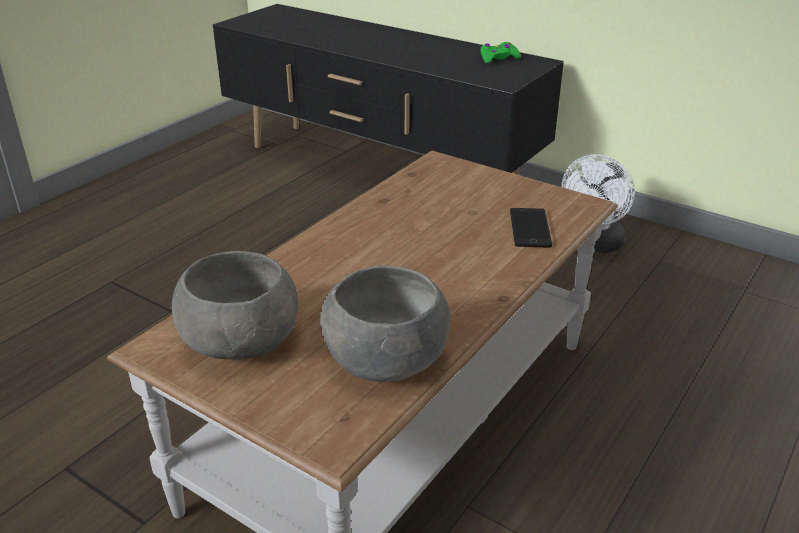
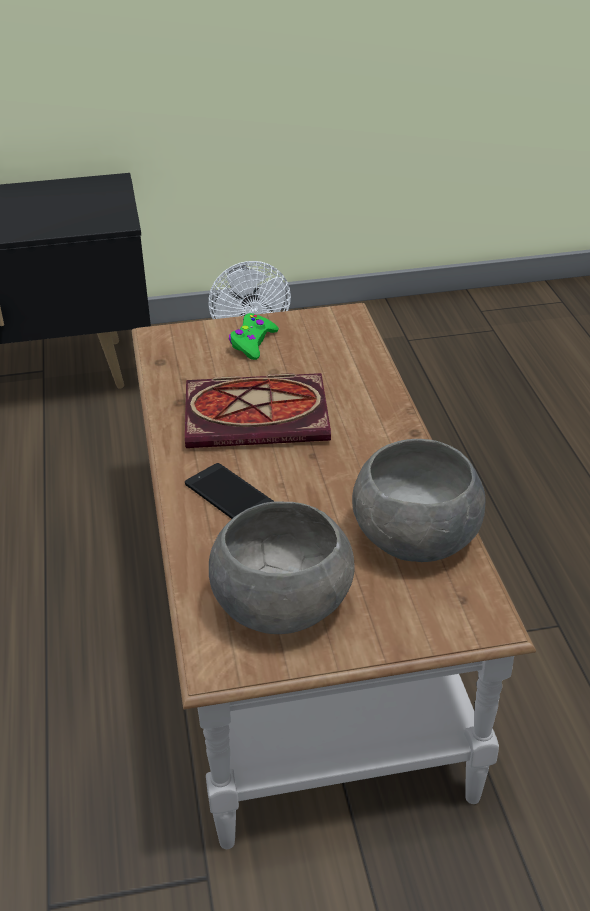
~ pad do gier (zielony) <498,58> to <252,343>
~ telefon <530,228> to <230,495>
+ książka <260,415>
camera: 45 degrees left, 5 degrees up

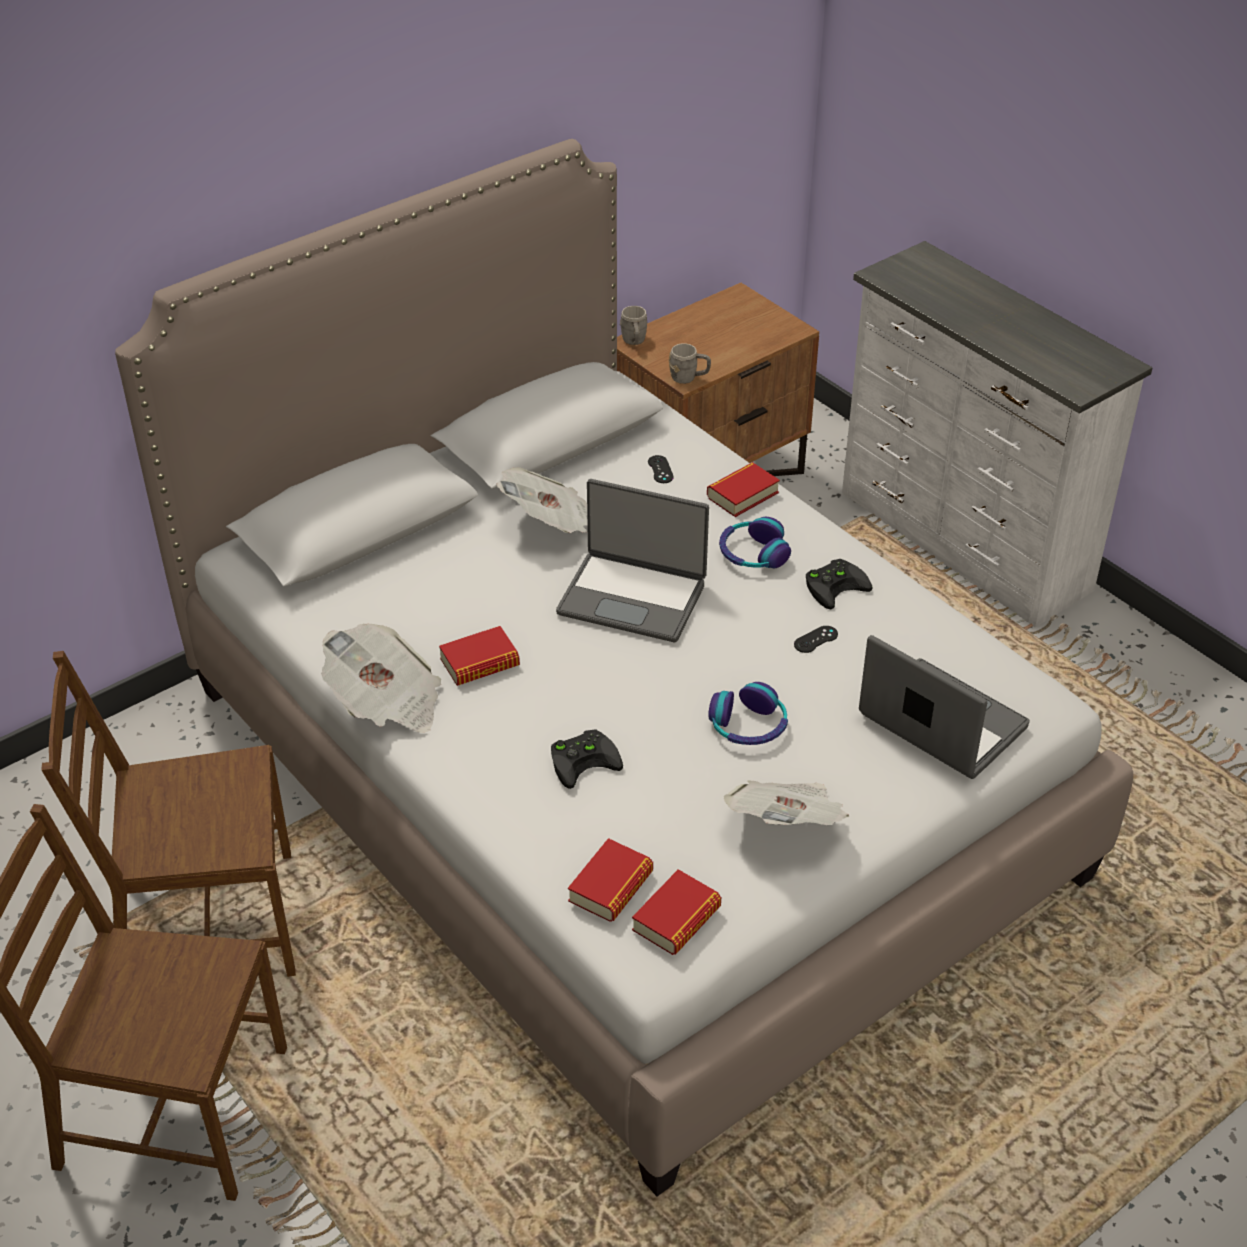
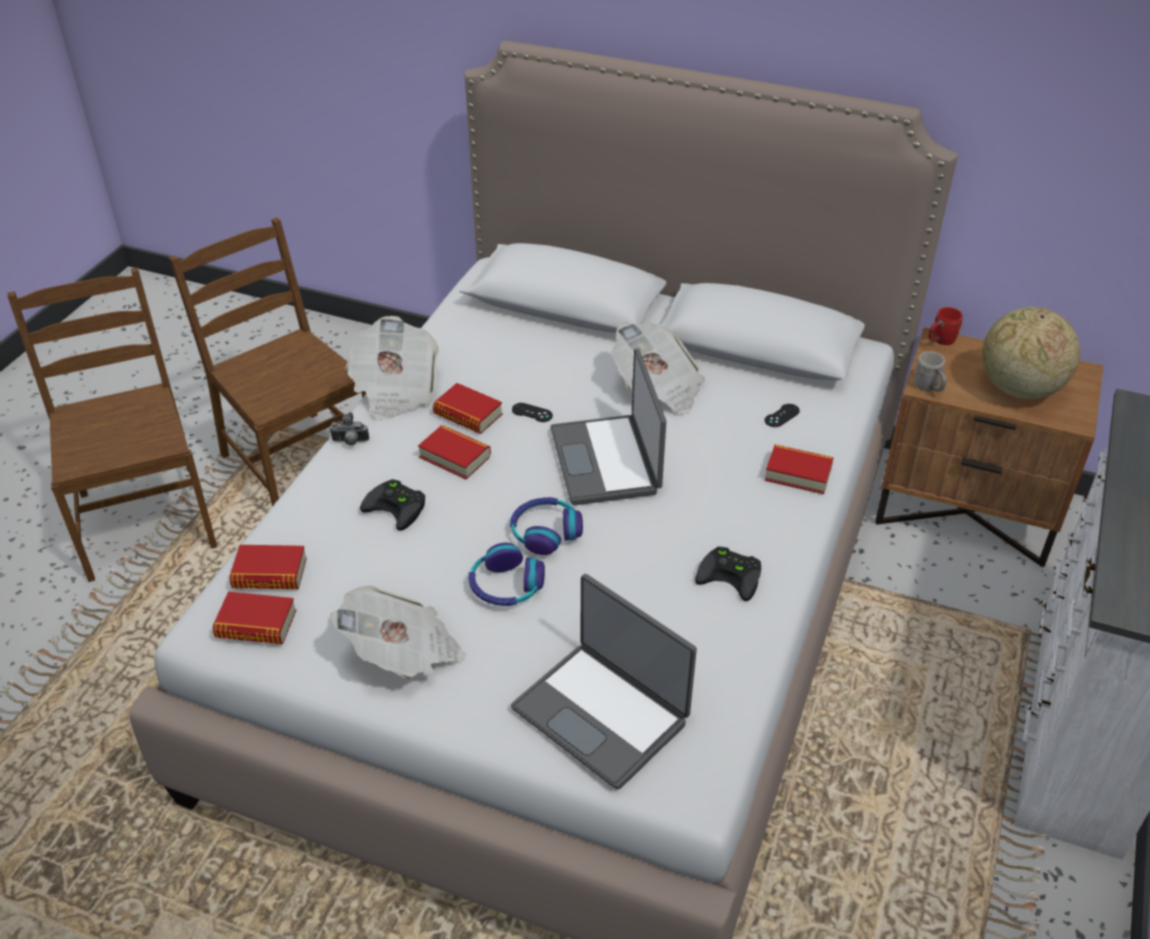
~ kubek (szary) <634,342> to kubek (czerwony) <940,341>
~ słuchawki <753,554> to <545,532>
~ pad do gier (czarny) <816,639> to <532,412>
~ laptop <940,723> = <602,713> 120 degrees clockwise
+ aparat fotograficzny <350,442>
+ książka <455,457>
+ globus <1018,389>
camera: 60 degrees right, 0 degrees up

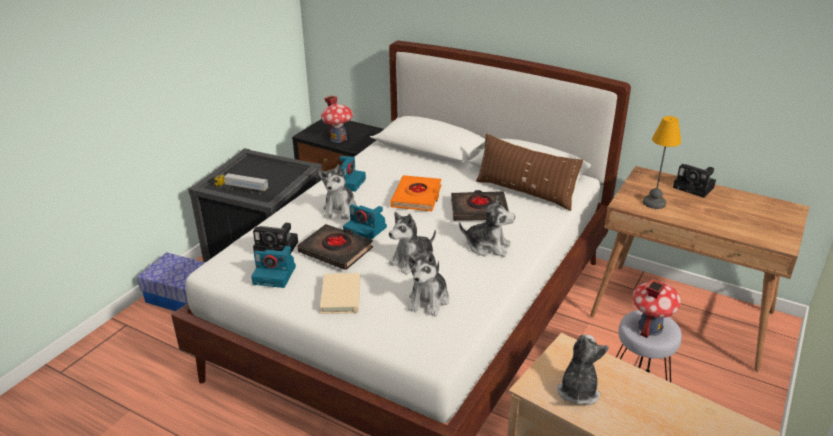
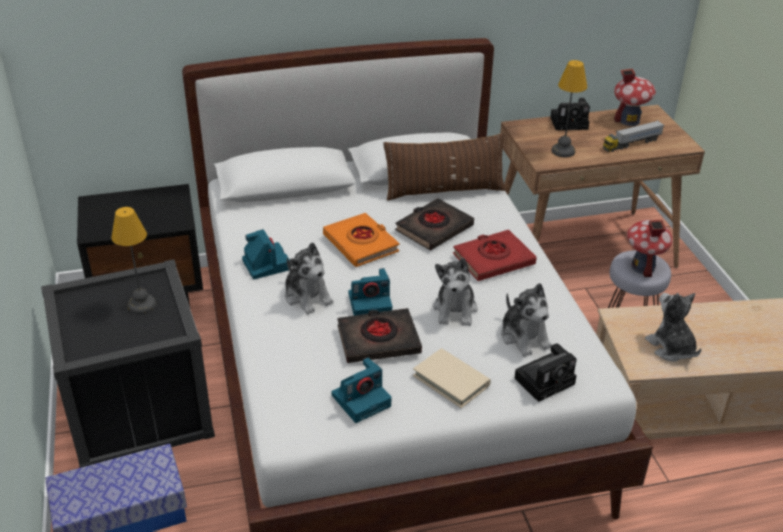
~ ciężarówka zabawkowa <242,190> to <631,144>
~ aparat fotograficzny <278,247> to <546,380>
~ domek <338,138> to <629,120>
~ pluszak <487,246> to książka (czerwony) <493,260>
+ lampa stołowa <142,306>
camera: 45 degrees left, 5 degrees up

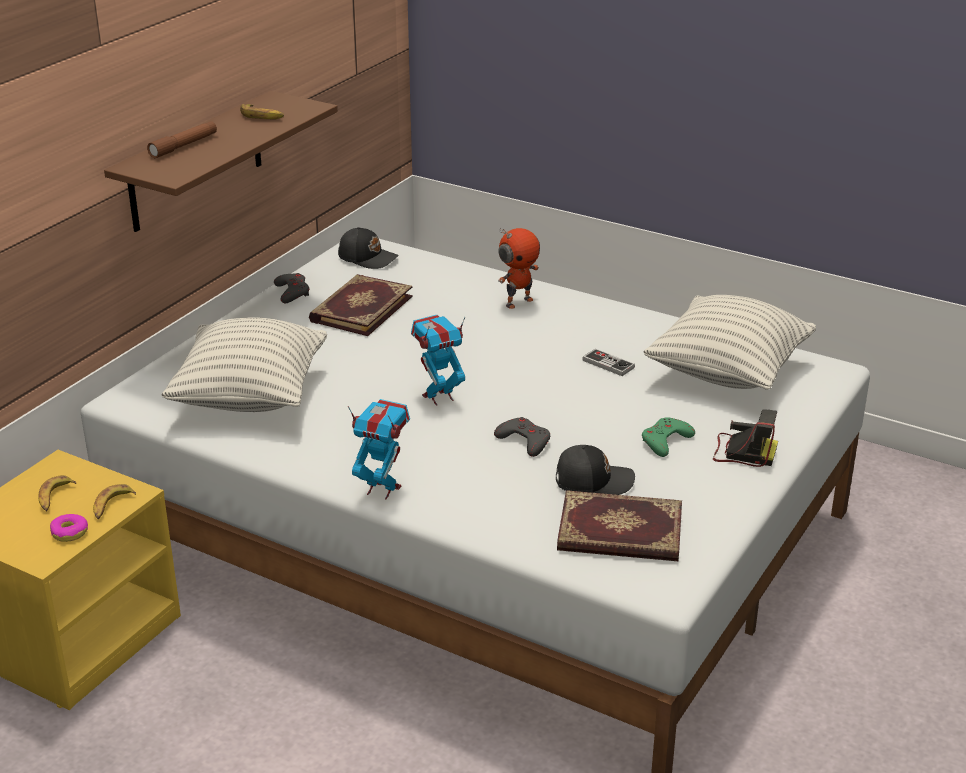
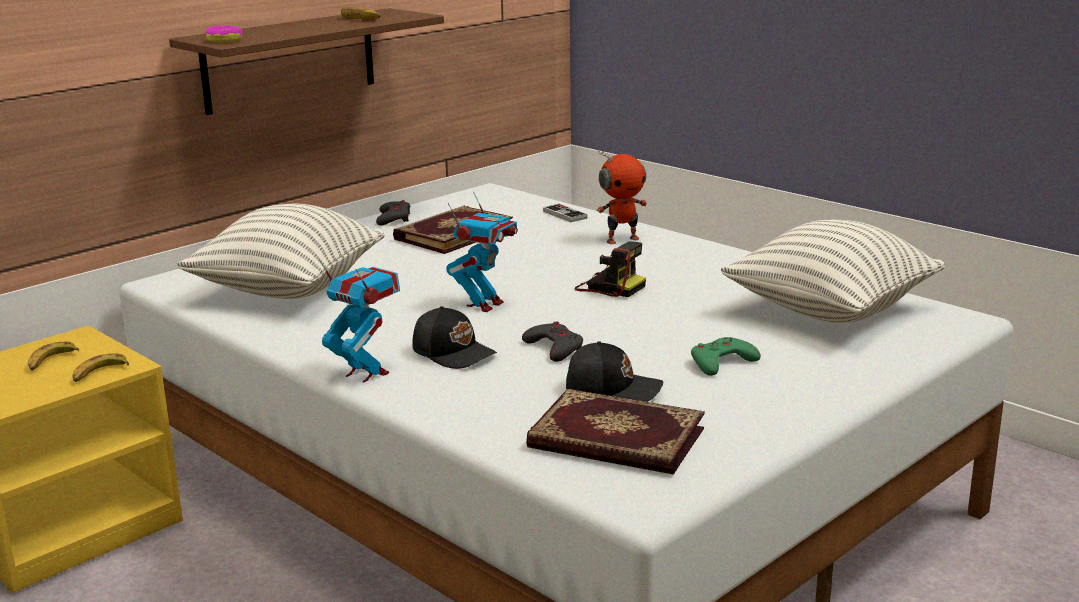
~ donut <69,532> to <224,40>
- latarka (brązowy) <184,146>
~ czapka z daszkiem (czarny) <368,258> to <454,353>
~ robot zabawkowy <439,397> = <484,305> 135 degrees clockwise
~ pad do gier <608,364> to <565,215>
~ aparat fotograficzny <742,452> to <609,287>
camera: 15 degrees right, 10 degrees down

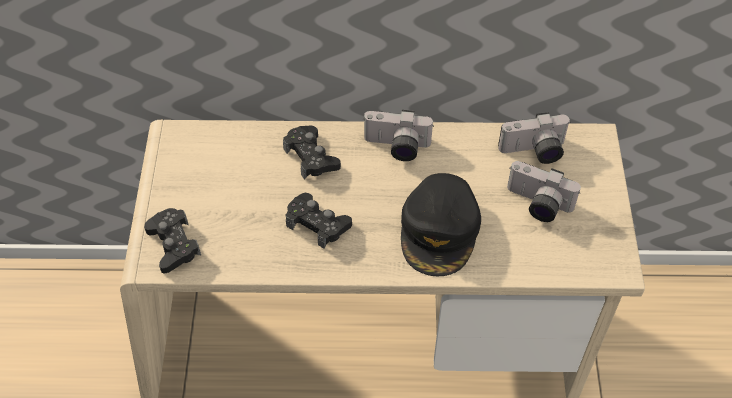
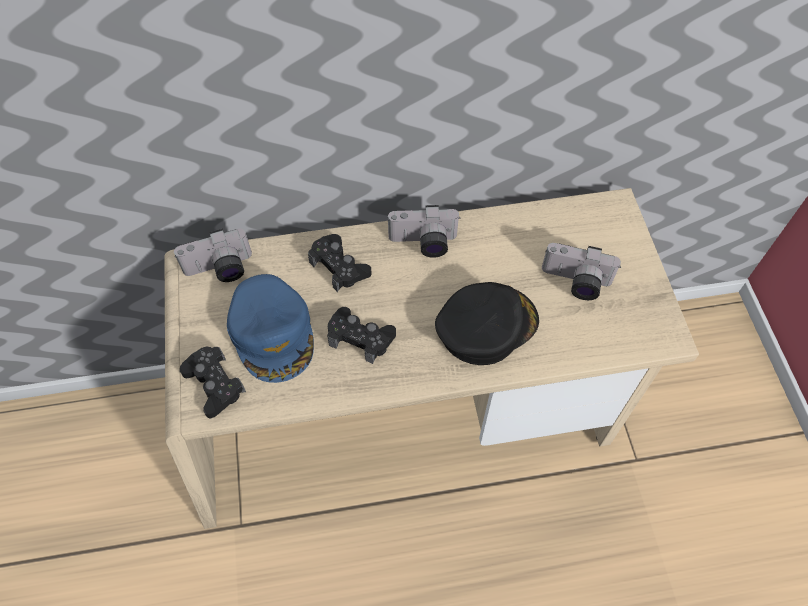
~ czapka z daszkiem (czarny) <440,230> = <485,325> 120 degrees counterclockwise
~ aparat fotograficzny <534,152> to <220,270>
+ czapka z daszkiem (niebieski) <273,332>
camera: 10 degrees left, 5 degrees up

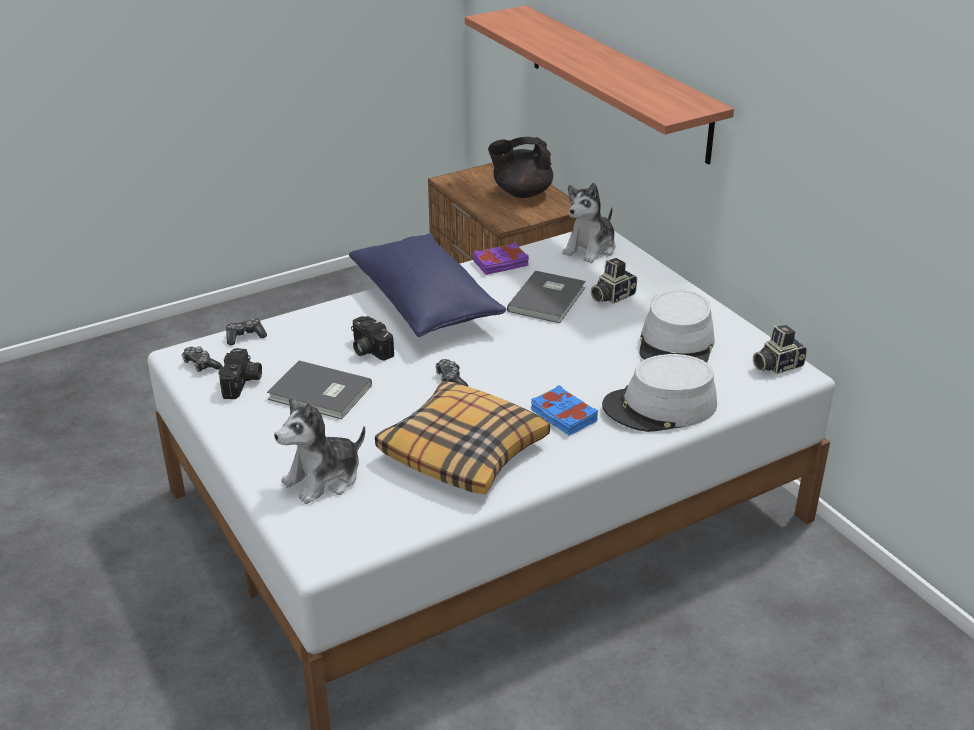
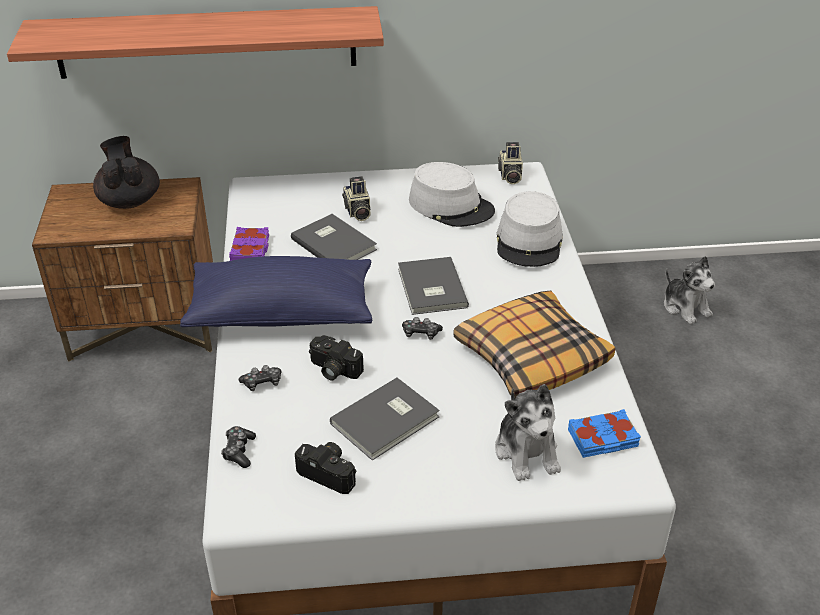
~ pad do gier <201,365> to <262,383>
~ aparat fotograficzny <368,349> = <333,370> 45 degrees clockwise
~ imbryk (czarny) <521,193> = <129,200> 150 degrees clockwise
~ książka (niebieski) <563,416> to <603,439>
~ pluszak <590,249> to <685,307>
+ książka (szary) <430,289>
camera: 65 degrees left, 5 degrees up

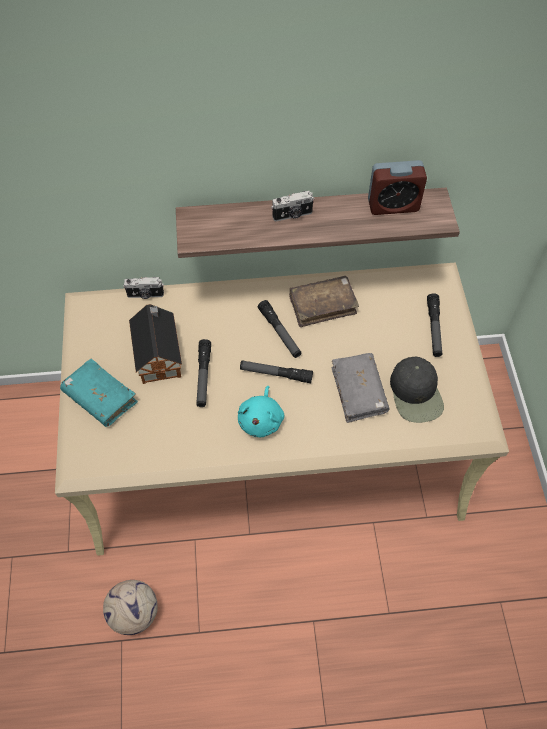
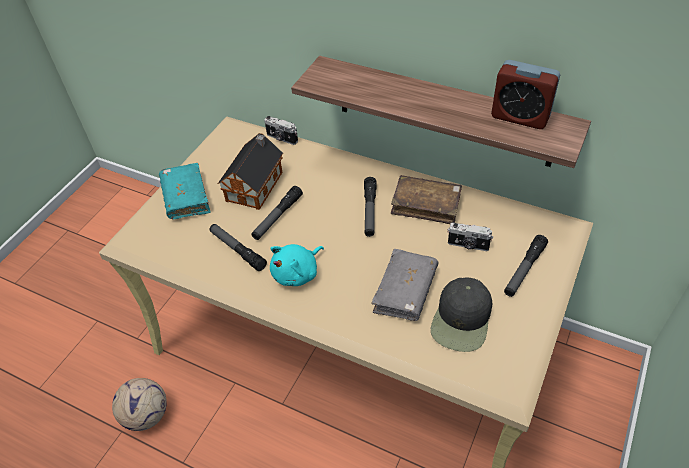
~ latarka <276,374> to <237,250>
~ aparat fotograficzny <292,215> to <468,245>
camera: 35 degrees right, 10 degrees down

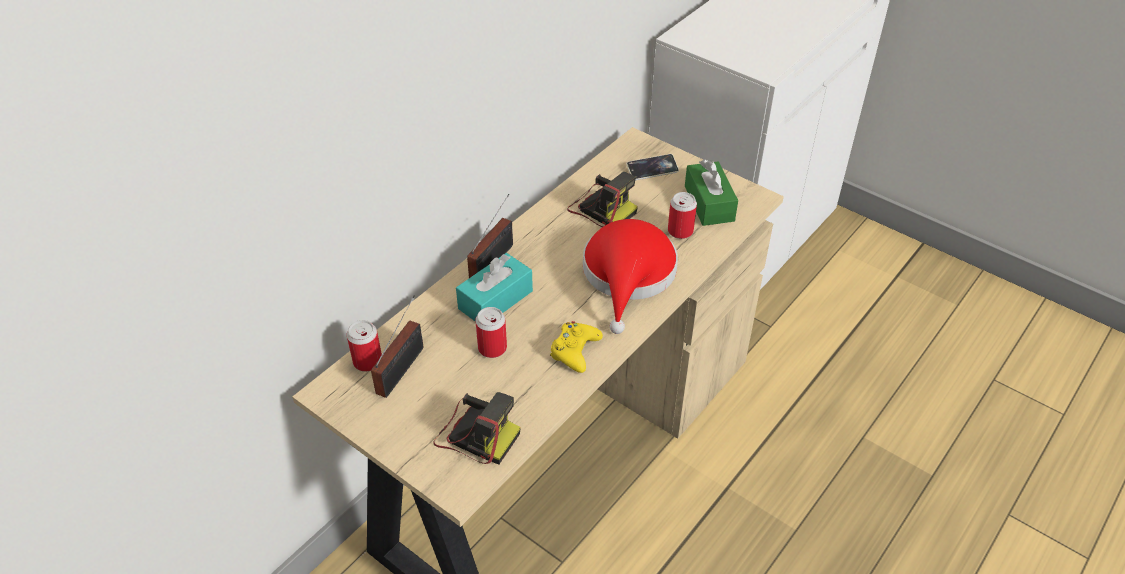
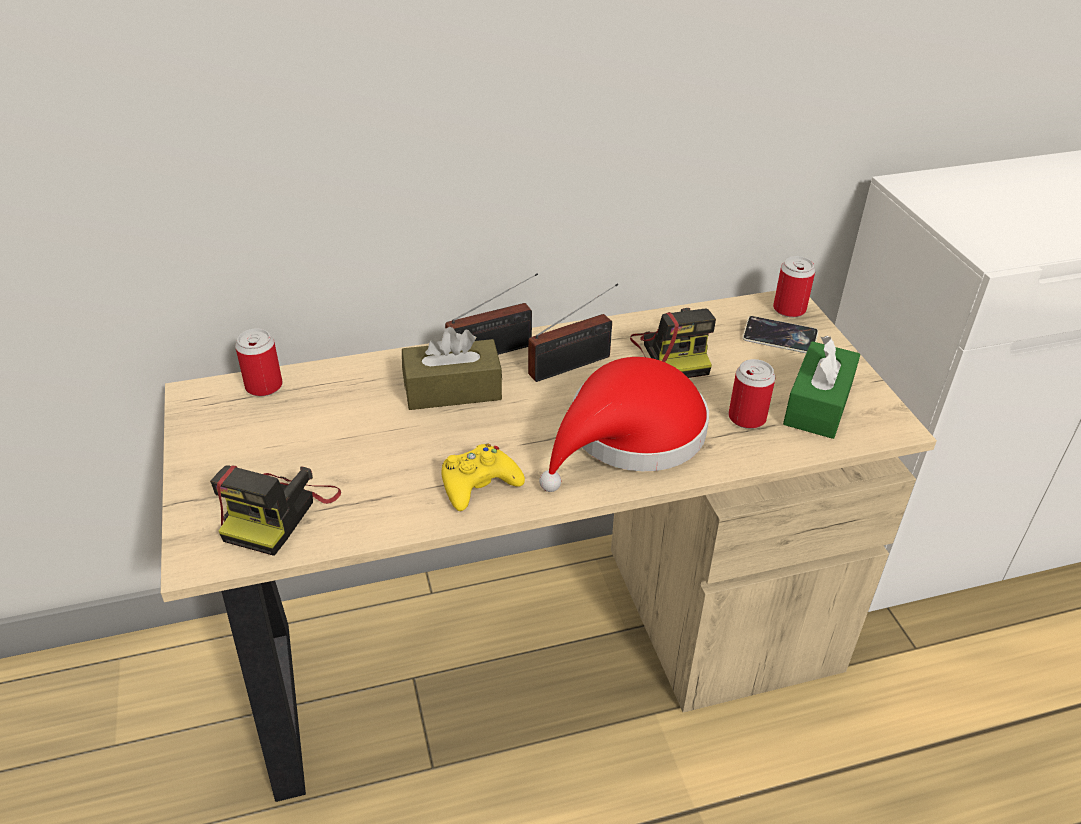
~ radio <403,368> to <574,364>
~ aparat fotograficzny <476,434> = <279,512> 45 degrees clockwise
~ pudełko chusteczek (turkusowy) <495,300> to pudełko chusteczek (brązowy) <452,390>
~ puszka <492,348> to <789,309>
camera: 35 degrees right, 5 degrees down

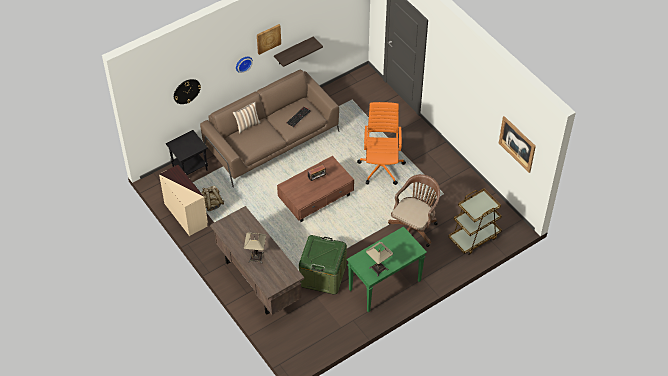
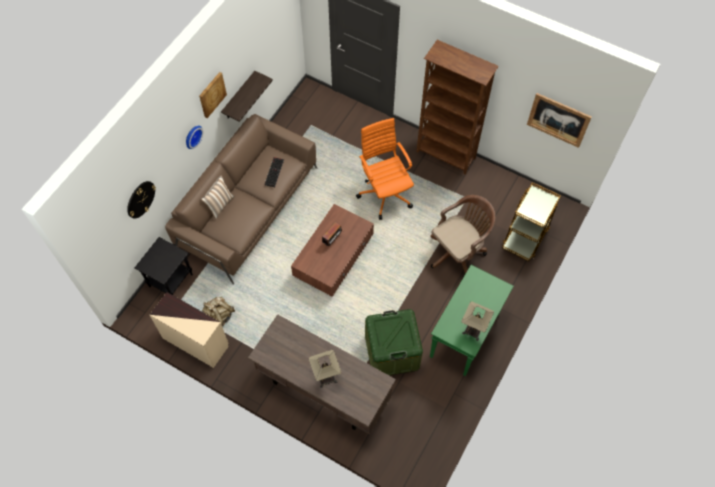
~ krzesło biurowe (brązowy) <414,228> = <458,251> 45 degrees clockwise
+ regał (brązowy) <446,155>
camera: 25 degrees left, 10 degrees up

